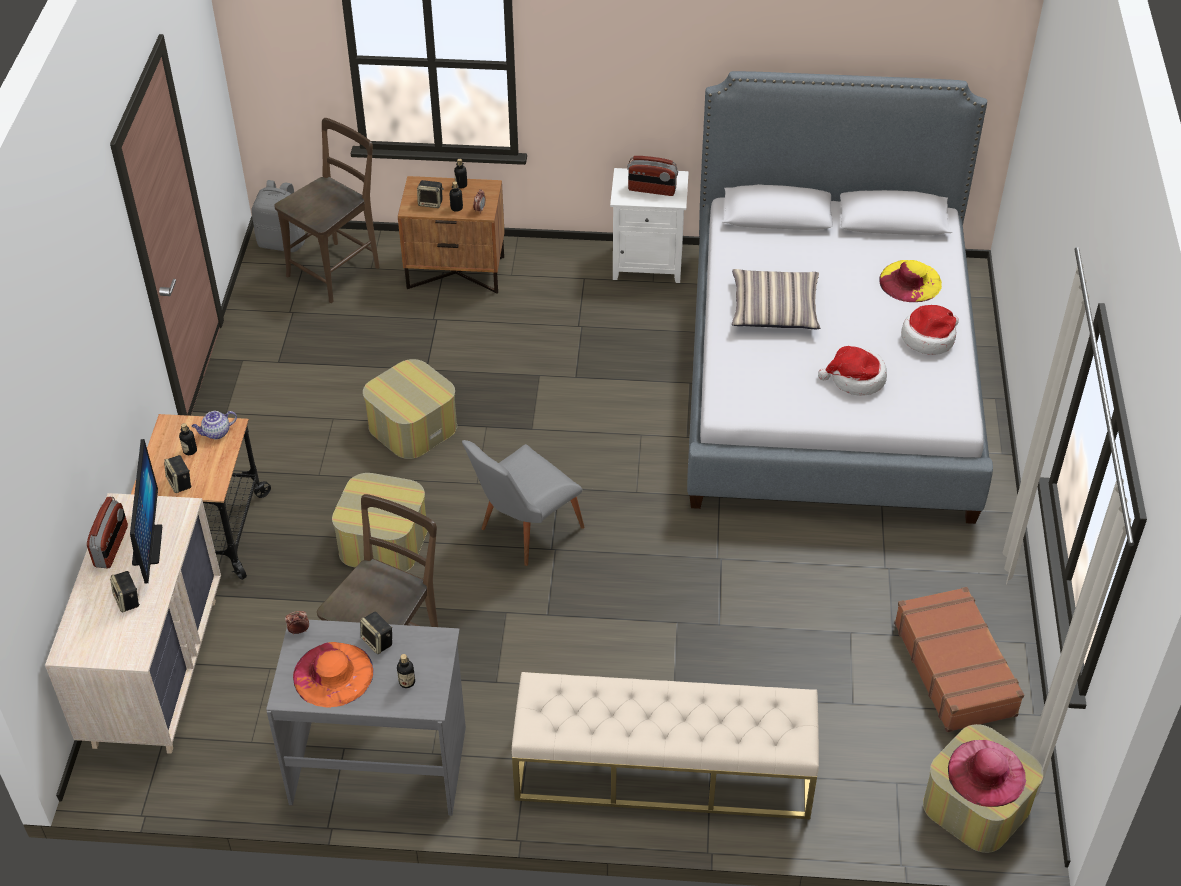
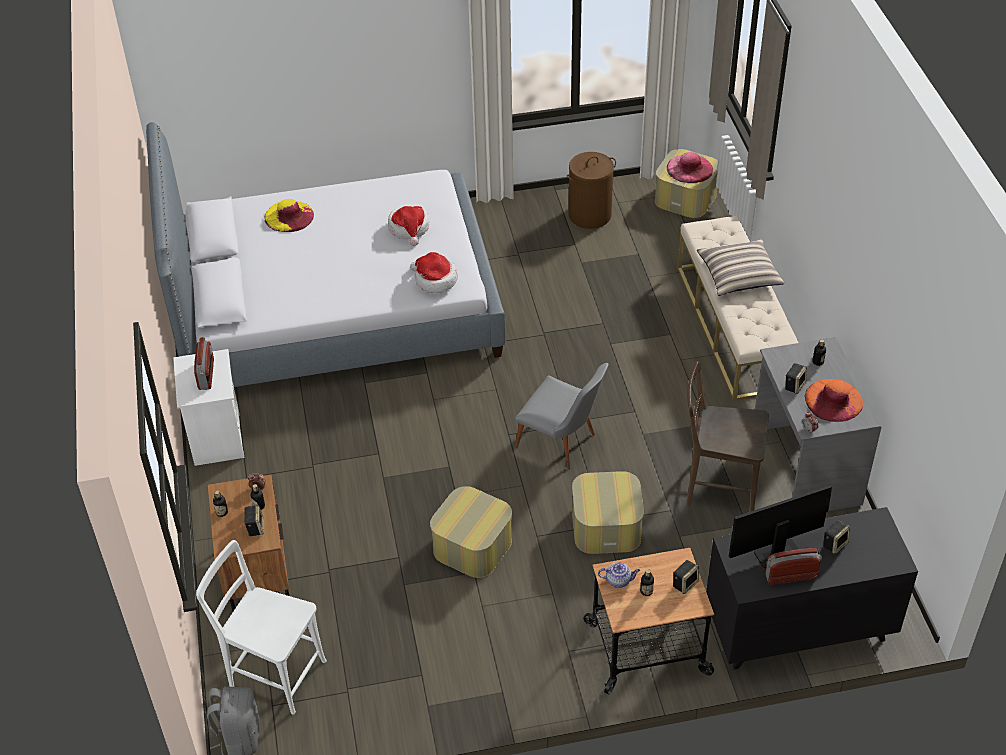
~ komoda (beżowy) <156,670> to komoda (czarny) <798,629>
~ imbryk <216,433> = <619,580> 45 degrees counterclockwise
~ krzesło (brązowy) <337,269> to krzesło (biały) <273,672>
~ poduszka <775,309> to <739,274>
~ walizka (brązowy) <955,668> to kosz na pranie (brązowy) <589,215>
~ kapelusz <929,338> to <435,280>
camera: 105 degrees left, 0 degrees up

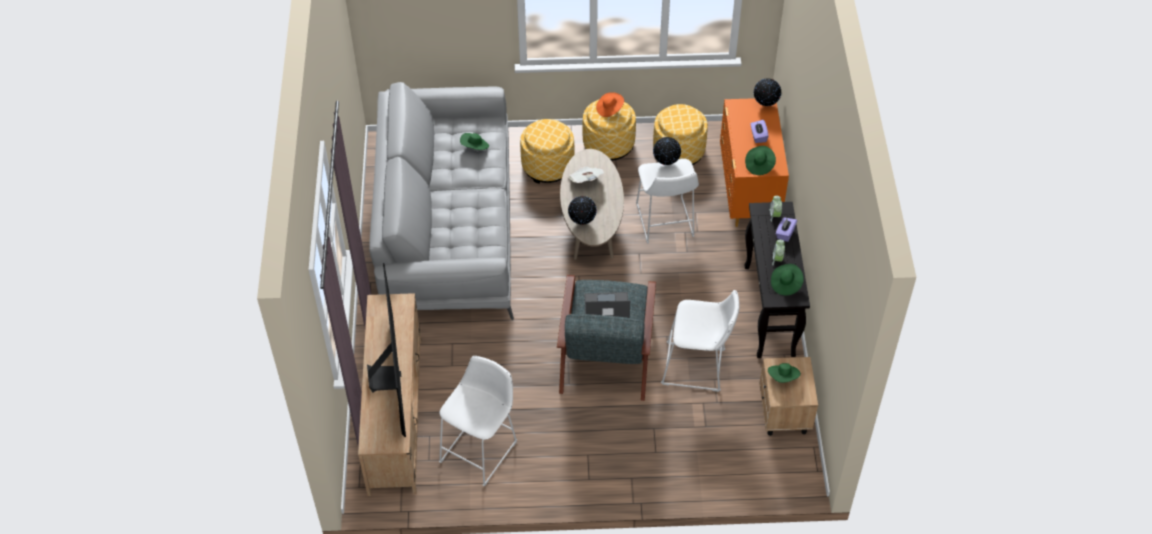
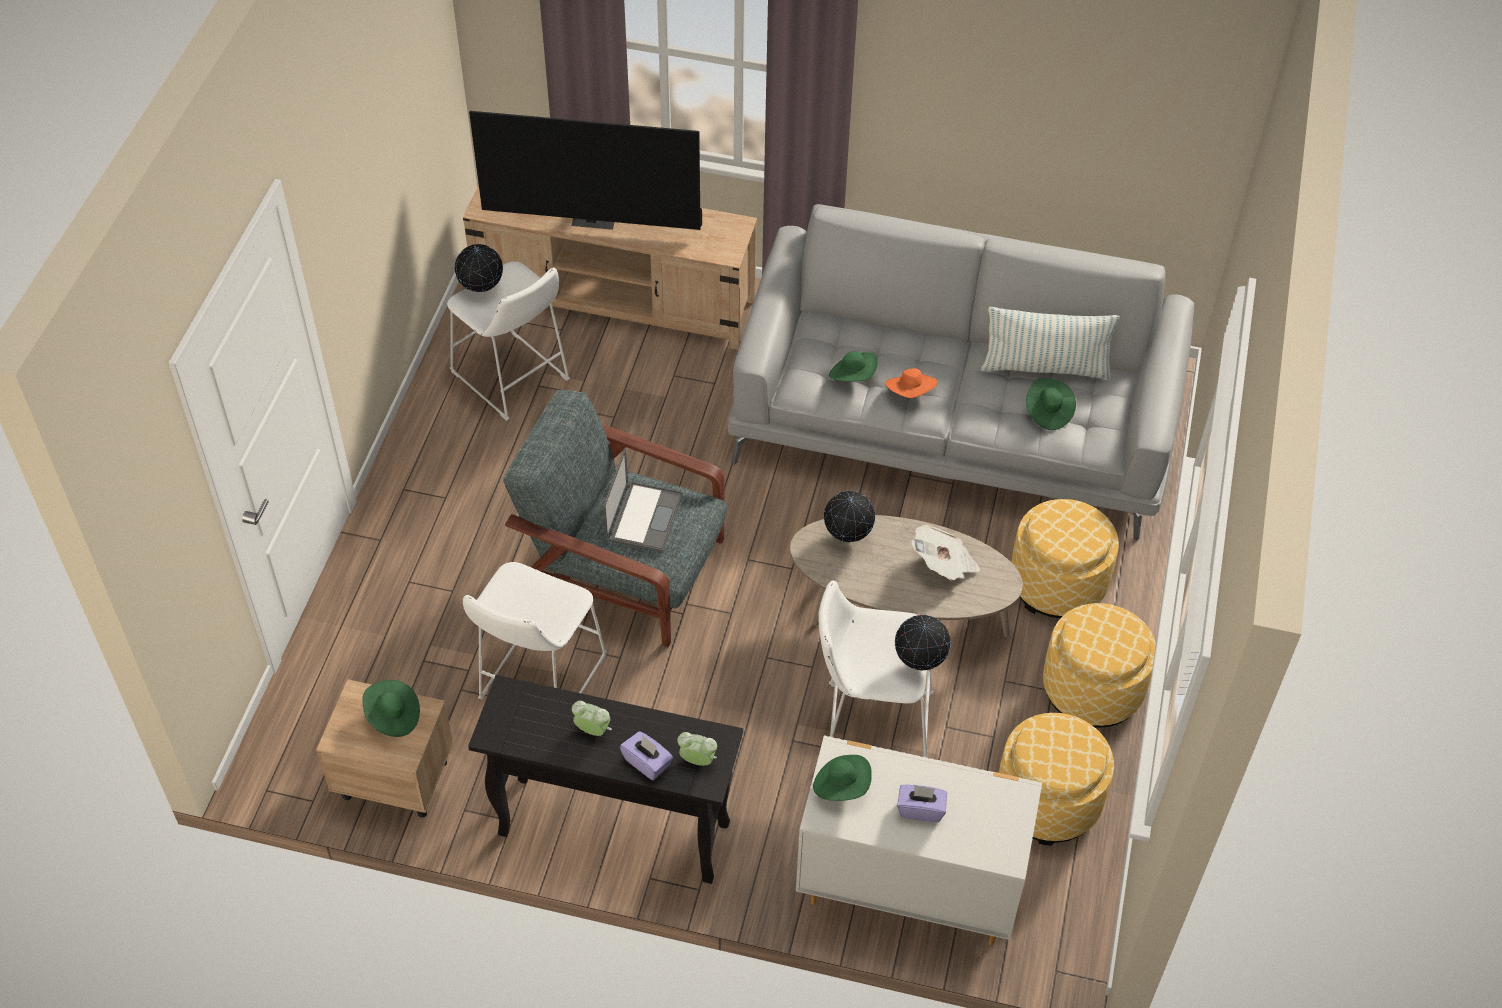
~ kapelusz (pomarańczowy) <609,109> to <910,393>
~ komoda (pomarańczowy) <748,193> to komoda (biały) <907,888>
~ globus <765,104> to <481,290>
~ kapelusz (zielony) <786,284> to <853,376>
+ poduszka <1045,368>
camera: 105 degrees right, 0 degrees up

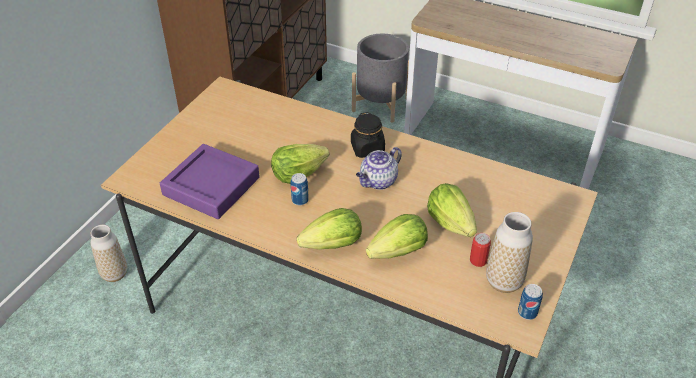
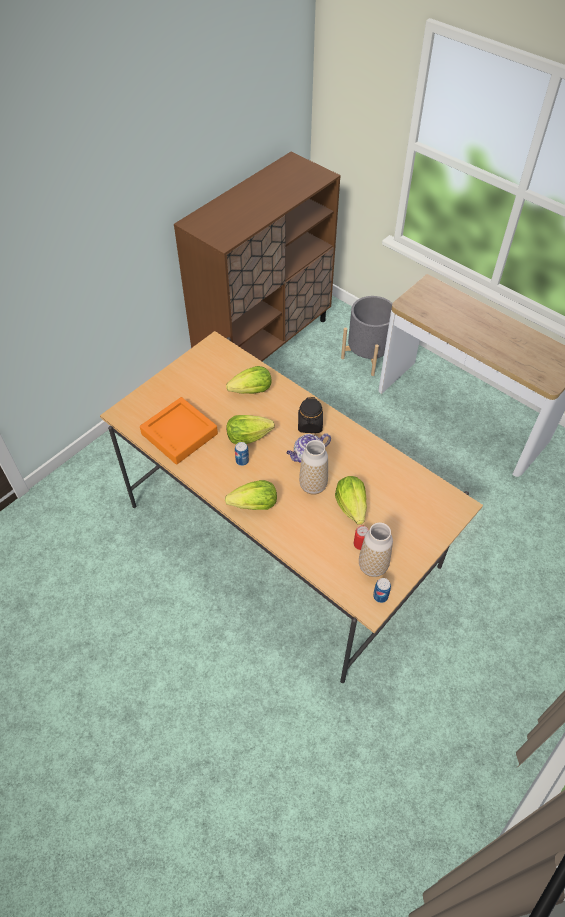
~ wazon <114,274> to <313,486>
~ taca (fioletowy) <211,186> to taca (pomarańczowy) <179,434>
~ sałata <398,252> to <252,391>
camera: 15 degrees right, 10 degrees up

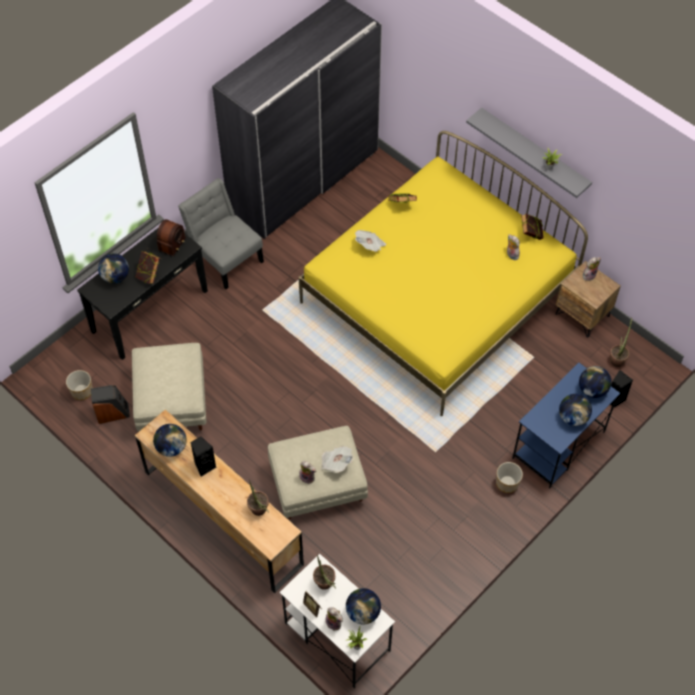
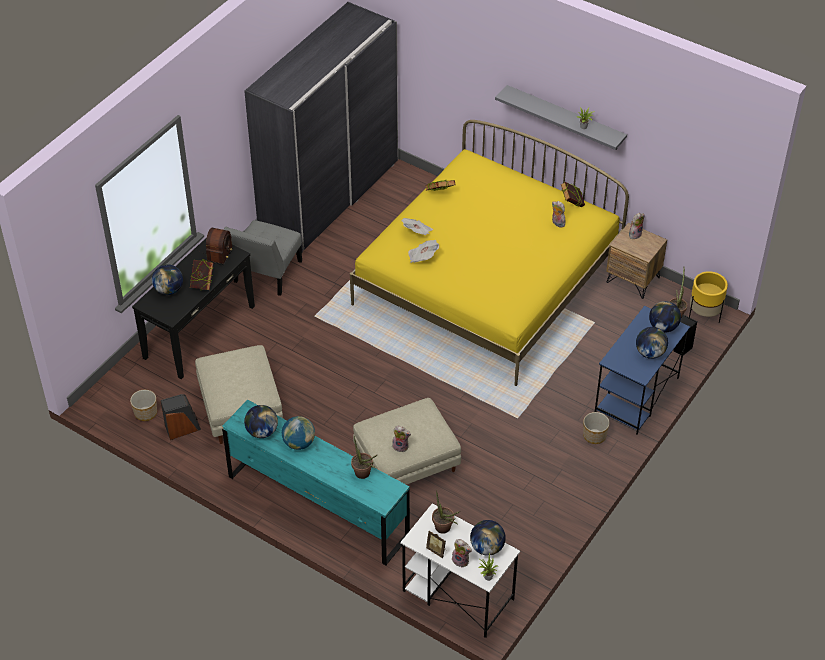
~ komoda (brązowy) <223,517> to komoda (turkusowy) <318,506>
~ krzesło (szary) <225,257> = <266,274> 105 degrees counterclockwise
~ głośnik (czarny) <204,466> to globus <299,443>
~ gazeta <336,463> to <422,257>
+ donica (żółty) <704,314>
camera: 10 degrees left, 10 degrees down

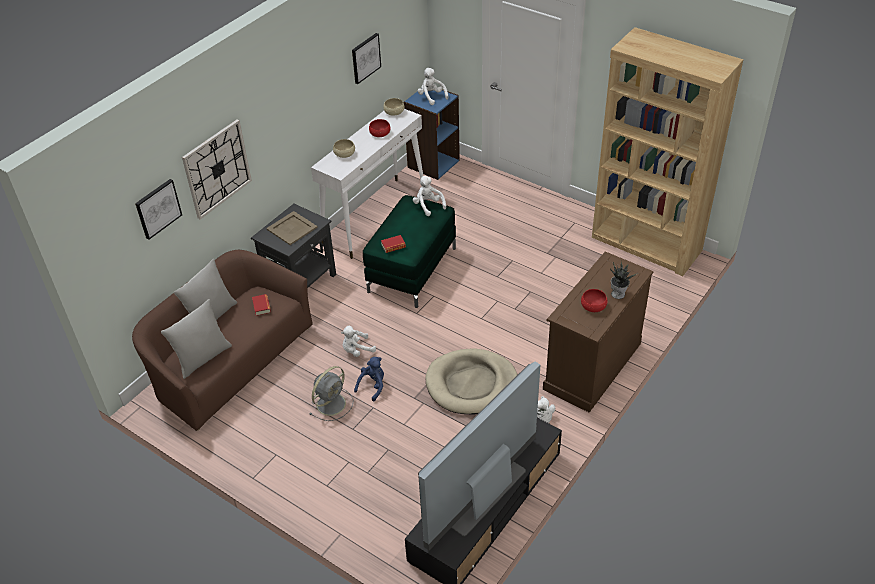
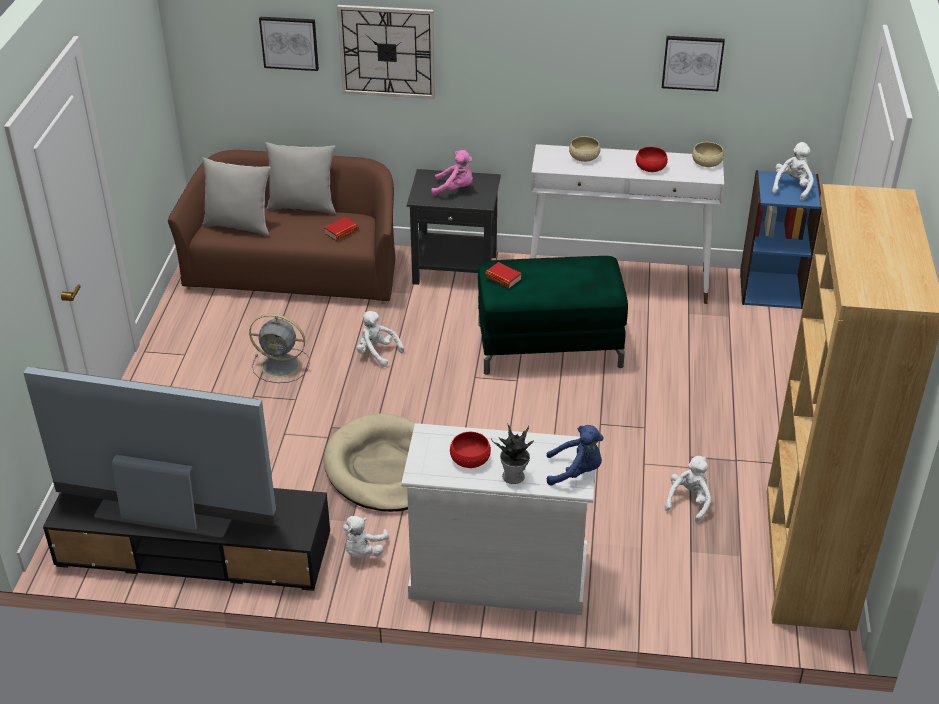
~ taca (beżowy) <292,228> to pluszak (różowy) <455,189>
~ pluszak (niebieski) <372,386> to <576,471>
~ pluszak (biały) <428,206> to <689,501>
~ komoda (brązowy) <592,366> to komoda (biały) <498,574>
camera: 60 degrees right, 5 degrees down

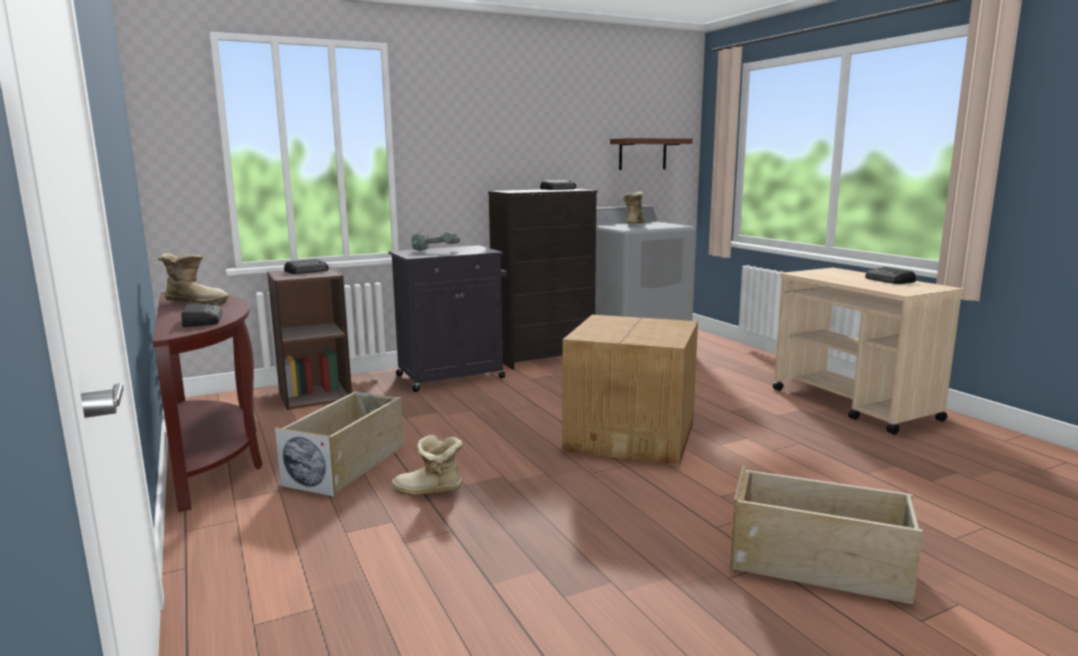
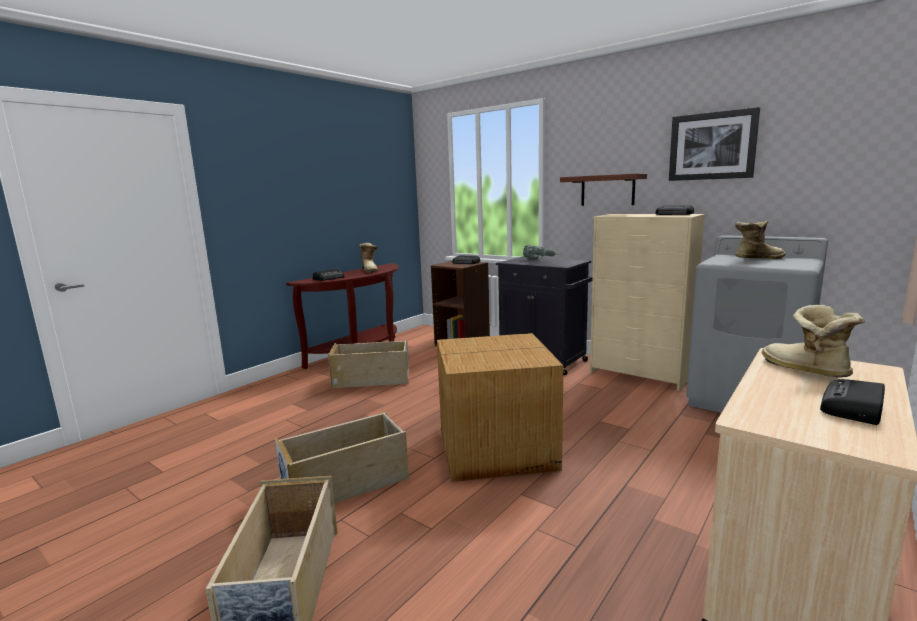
~ but z cholewką <429,491> to <804,370>
~ komoda (czarny) <545,357> to komoda (beżowy) <640,374>
~ półka (brązowy) <642,154> to <607,190>
+ pojemnik do przechowywania (beżowy) <346,483>
+ obraz <712,146>
camera: 65 degrees right, 0 degrees up

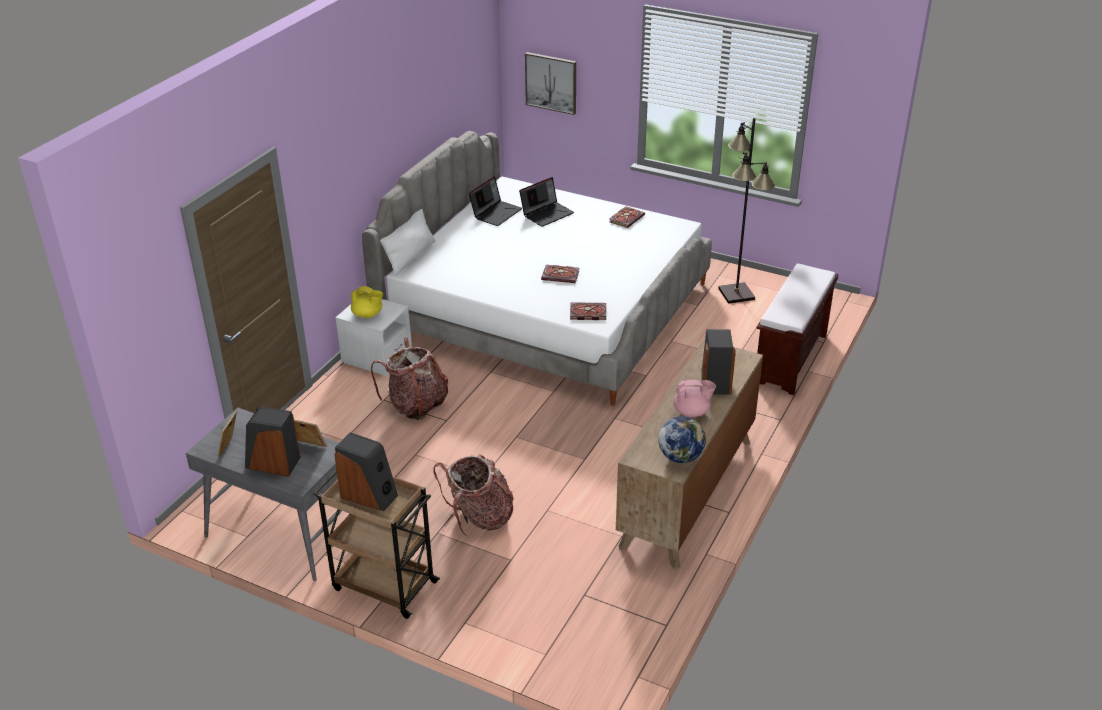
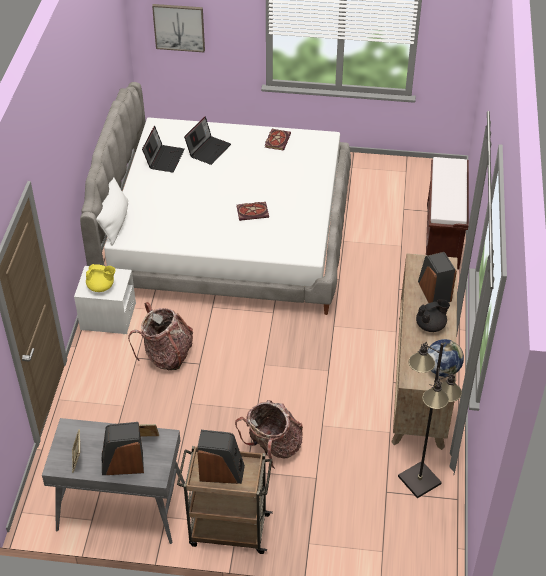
- książka <587,313>
~ imbryk (różowy) <692,412> to imbryk (czarny) <431,325>
~ lampa stojąca (czarny) <736,293> to <419,479>
camera: 20 degrees left, 10 degrees up

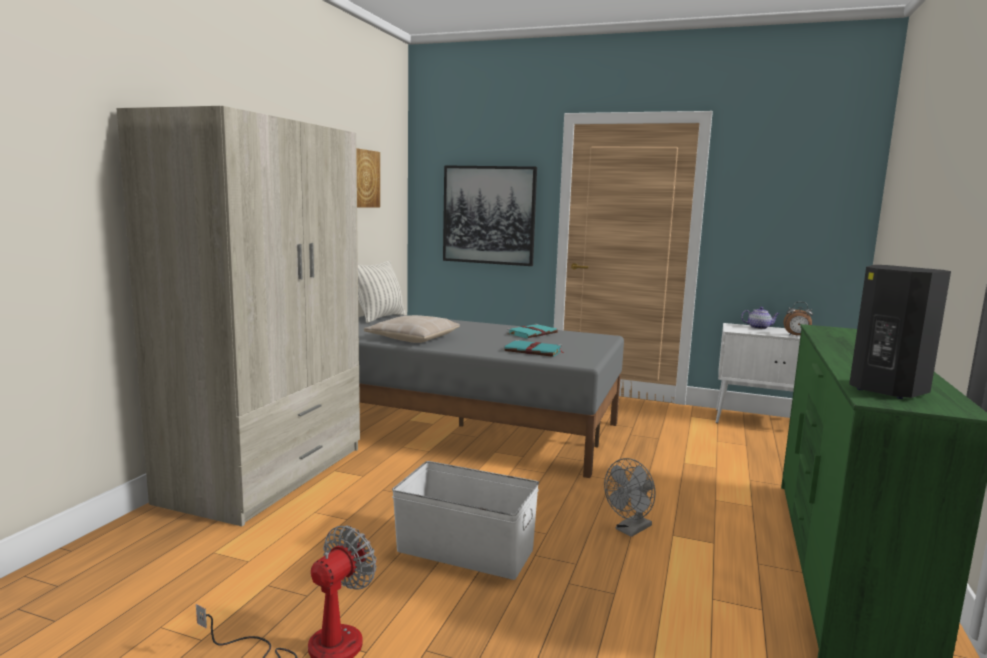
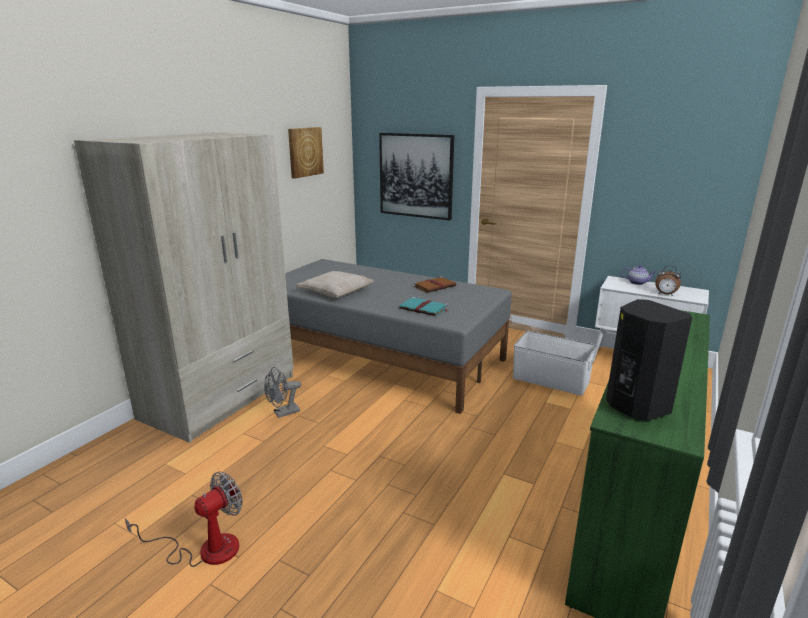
- poduszka <380,317>
~ pojemnik do przechowywania (biały) <465,549> to <550,379>
~ książka (turkusowy) <532,333> to książka (brązowy) <435,286>
~ wentylator (szary) <630,530> to <283,413>
camera: 10 degrees right, 10 degrees up

